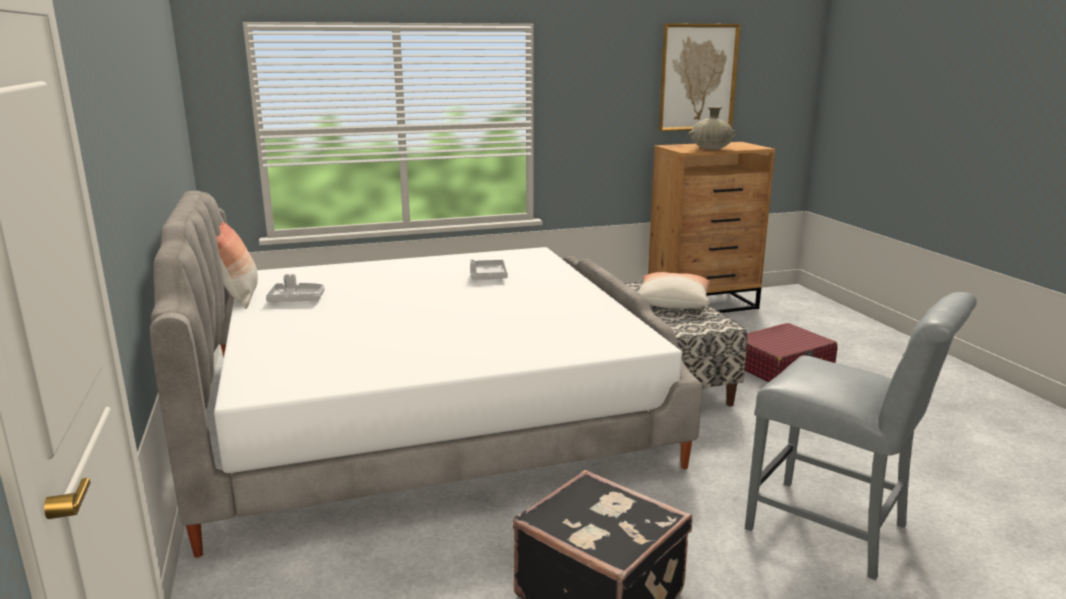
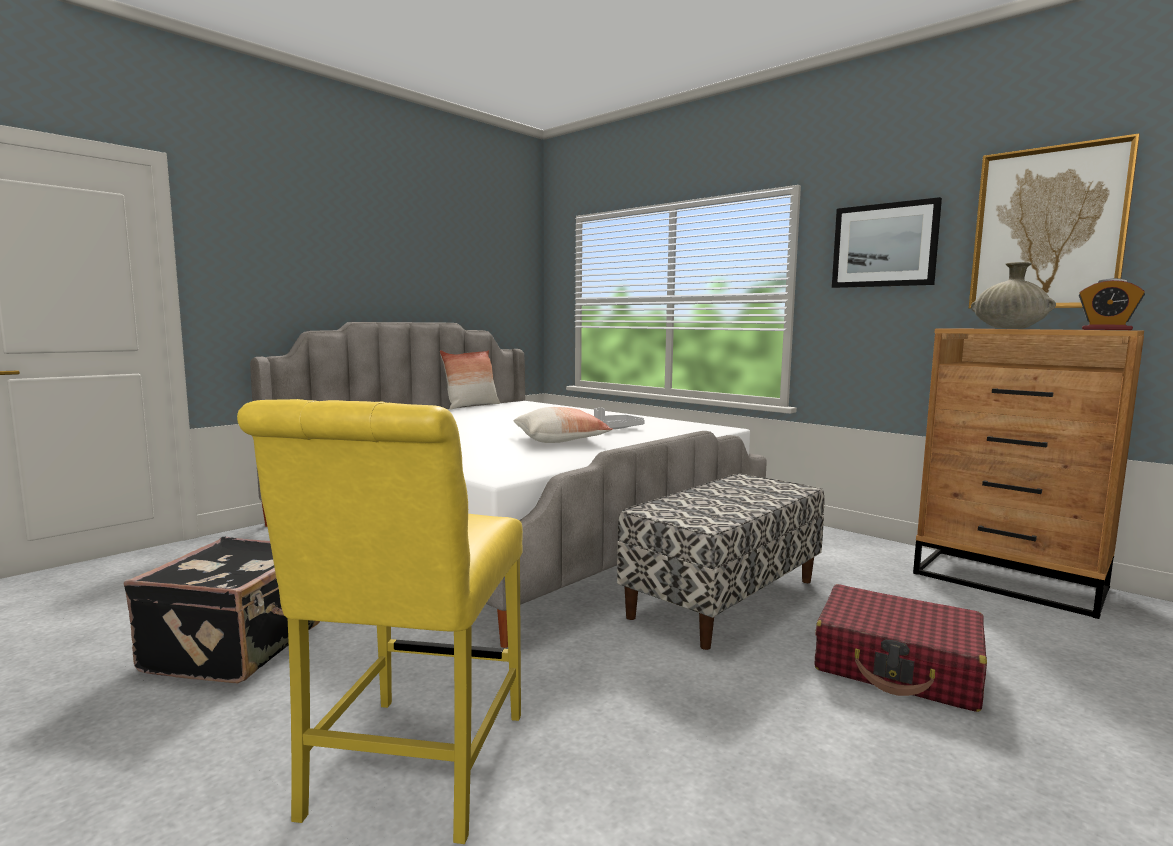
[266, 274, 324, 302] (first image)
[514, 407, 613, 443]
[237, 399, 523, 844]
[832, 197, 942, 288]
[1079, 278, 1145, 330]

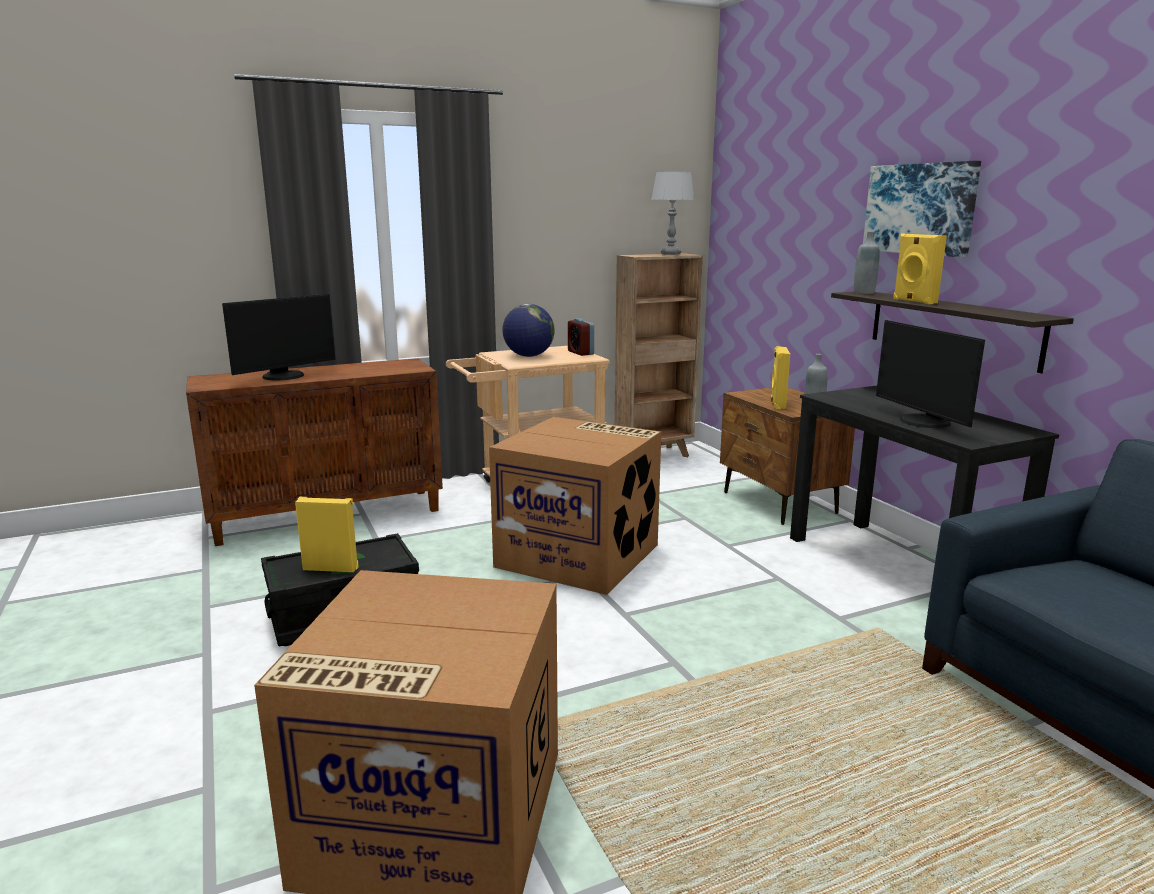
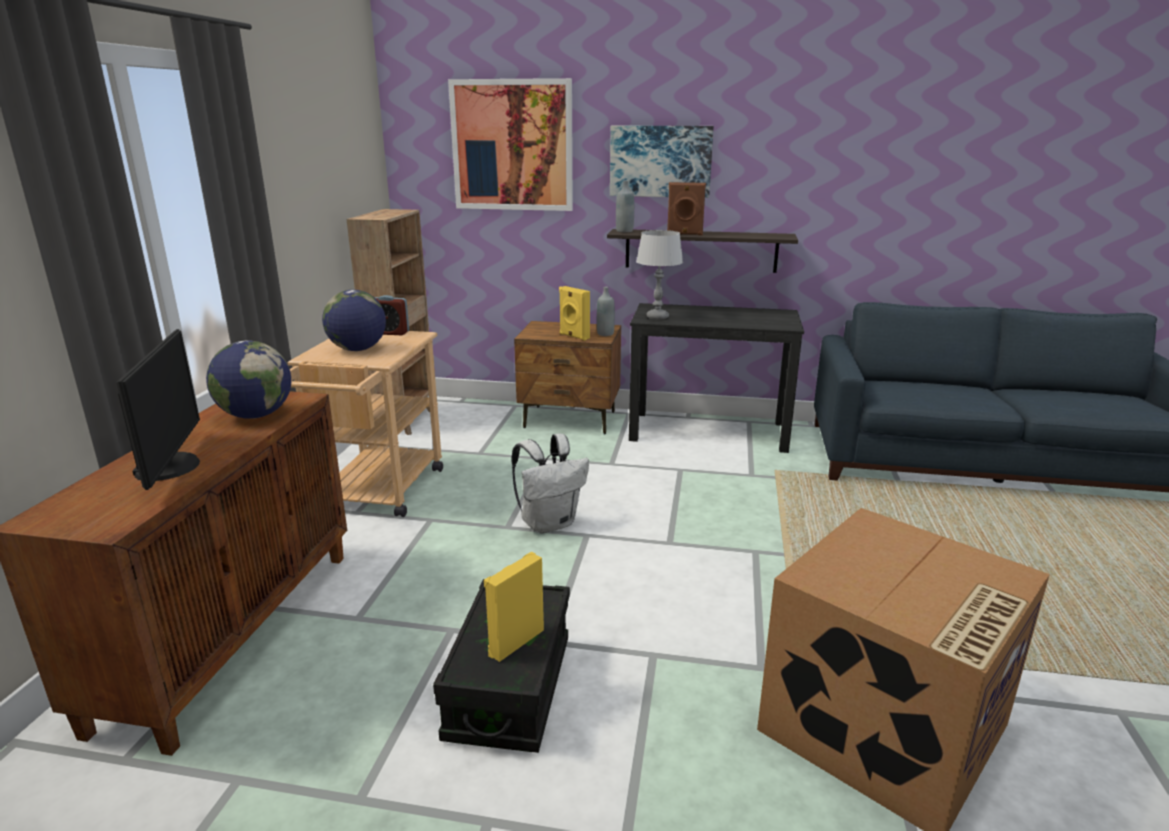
[512, 433, 589, 534]
[636, 230, 683, 320]
[876, 320, 985, 428] (first image)
[667, 182, 706, 235]
[206, 340, 291, 419]
[448, 78, 573, 211]

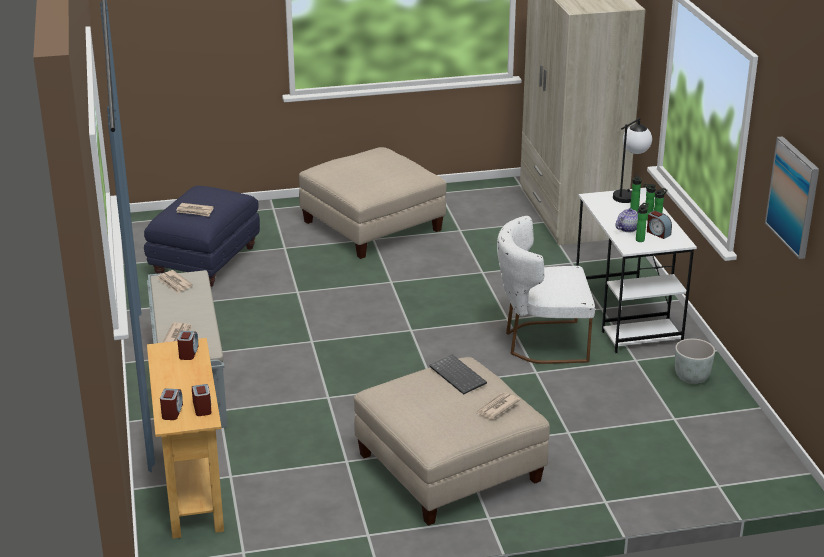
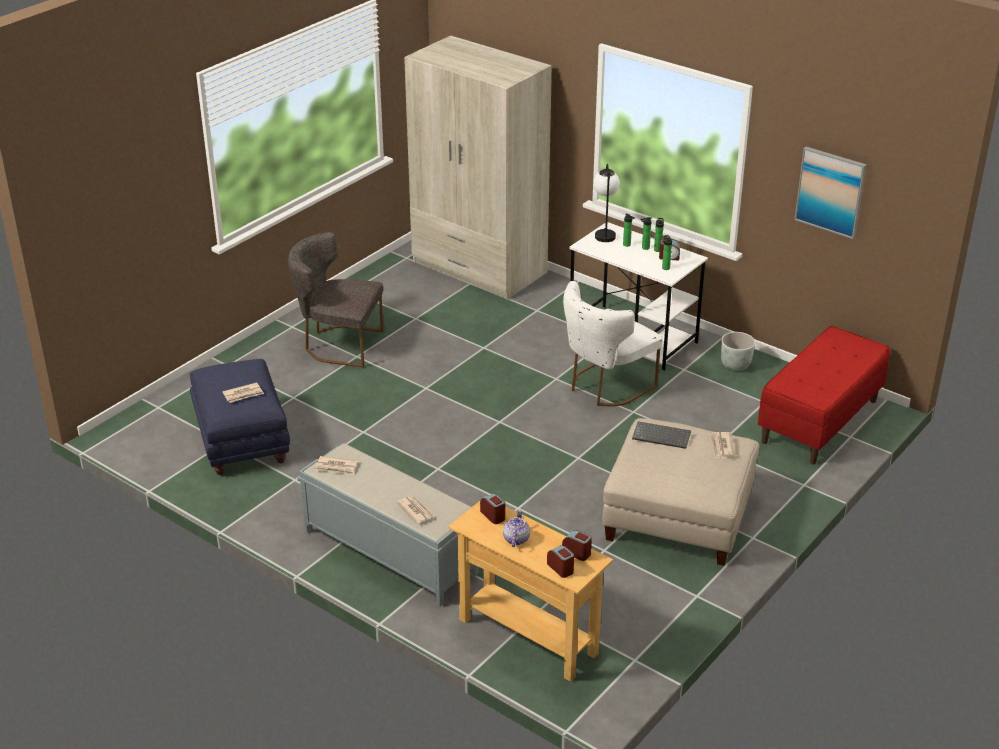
[288, 232, 384, 367]
[503, 510, 530, 547]
[758, 326, 890, 464]

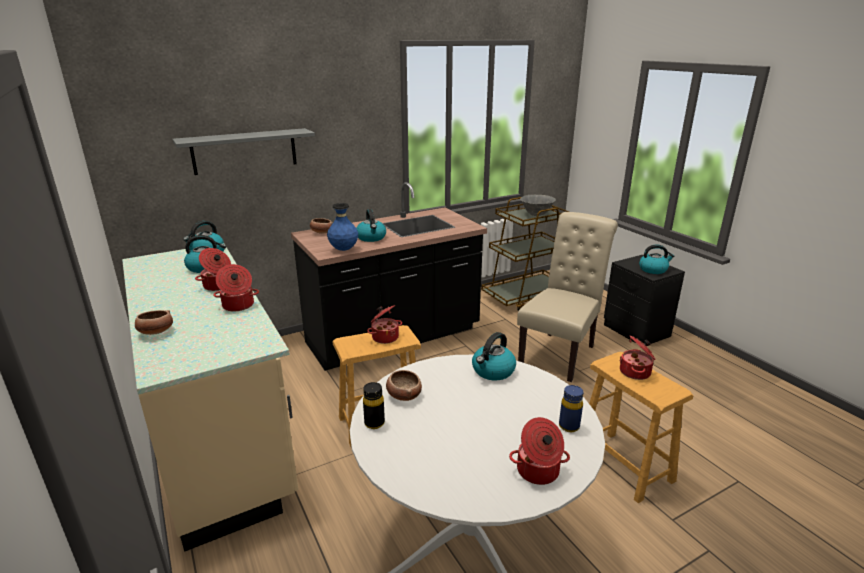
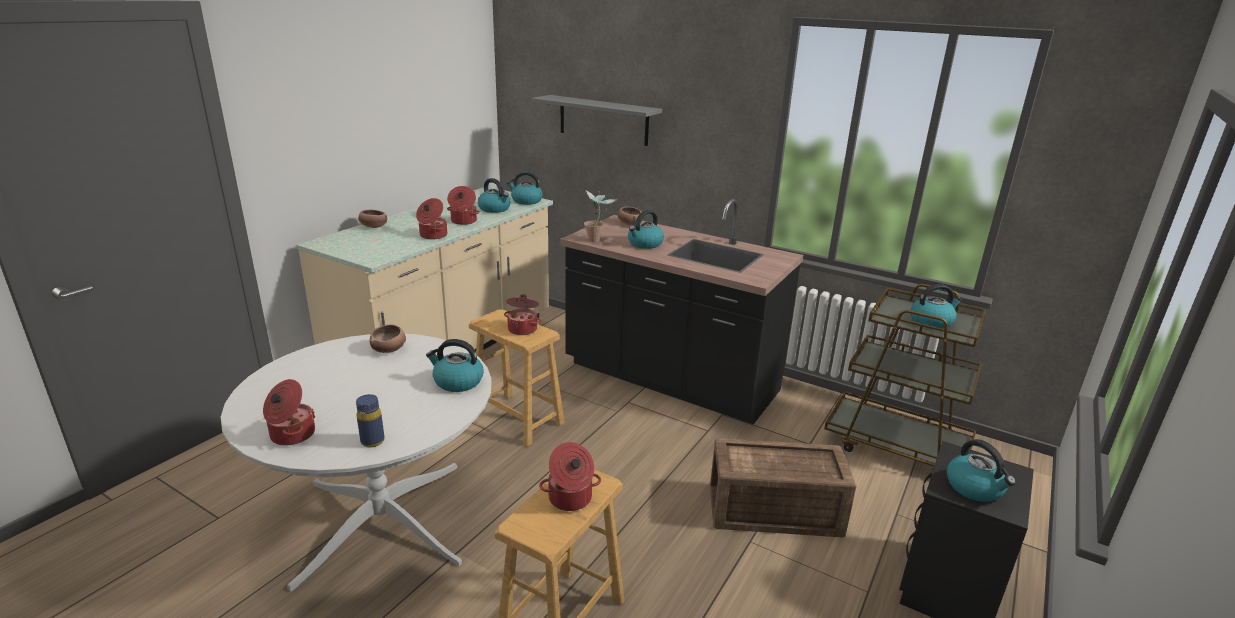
[584, 190, 617, 242]
[363, 382, 385, 429] (first image)
[710, 438, 856, 537]
[911, 284, 962, 329]

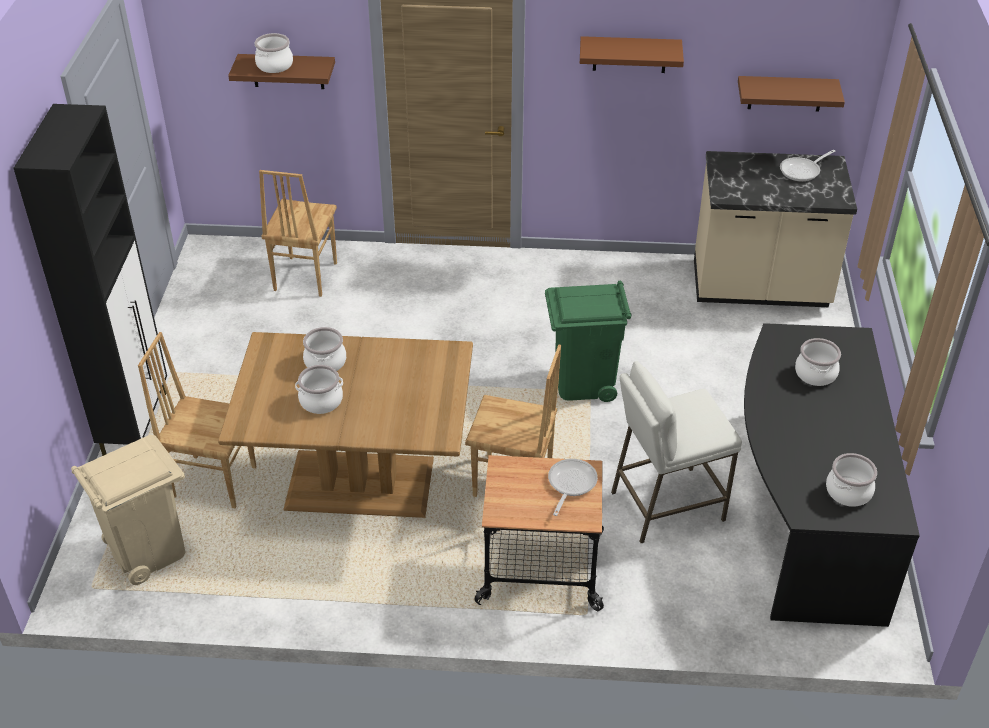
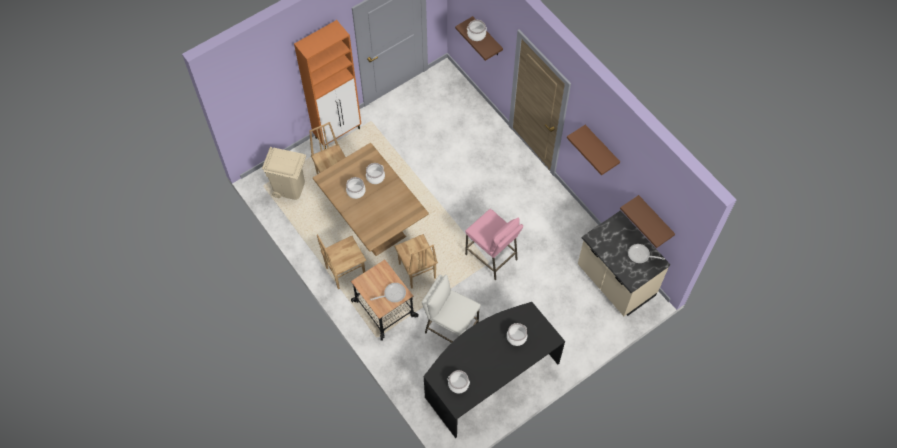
[294, 20, 361, 149]
[317, 234, 366, 290]
[465, 209, 523, 280]

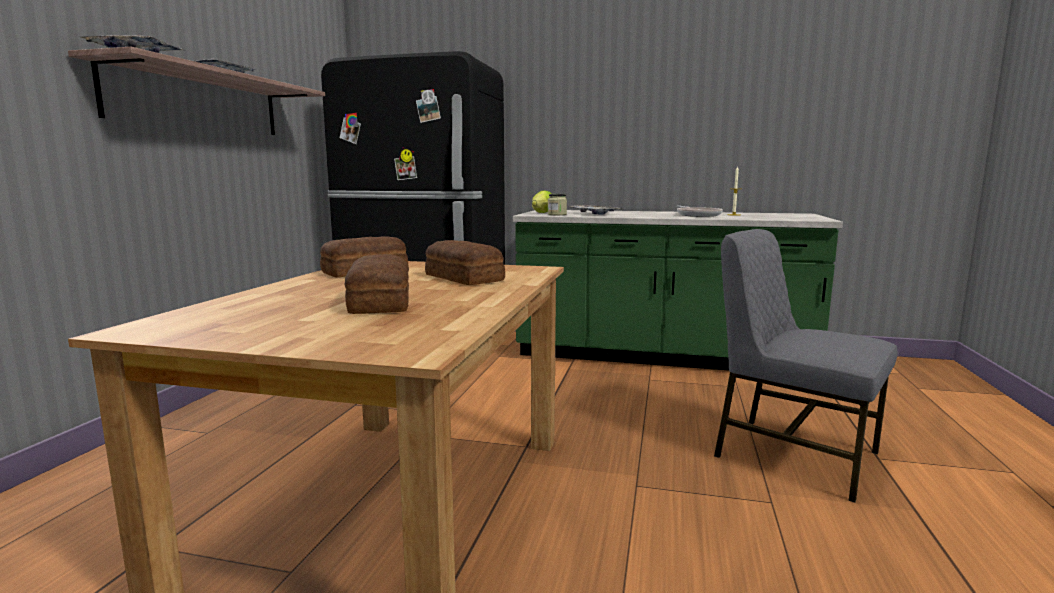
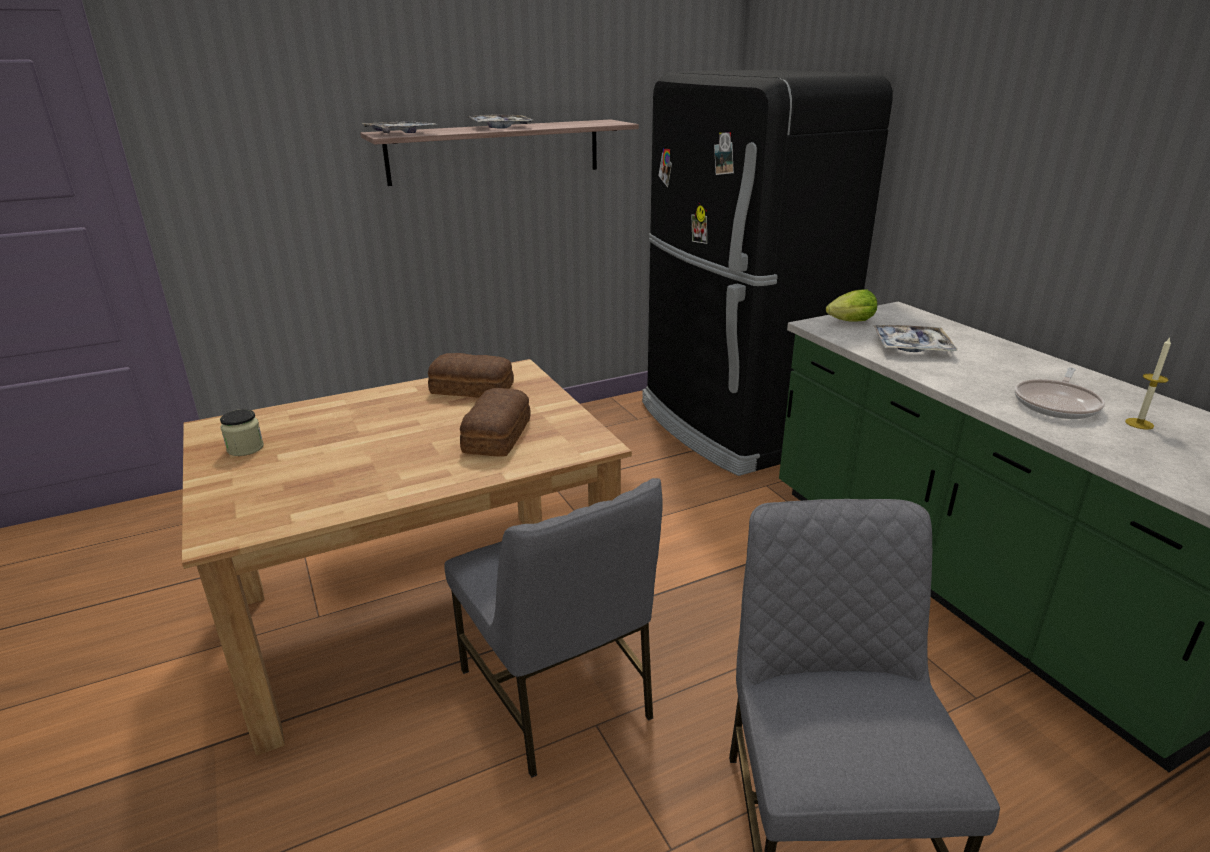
[345, 254, 409, 314] (first image)
[220, 409, 264, 456]
[445, 478, 663, 778]

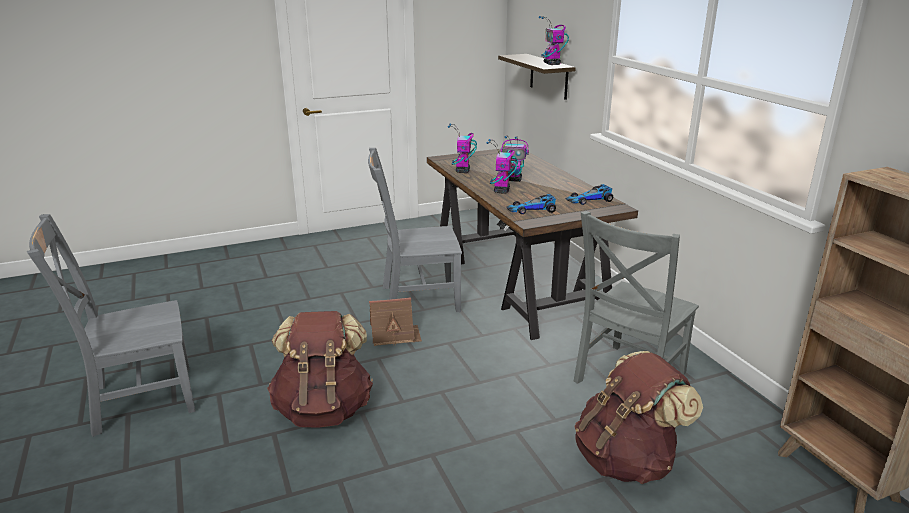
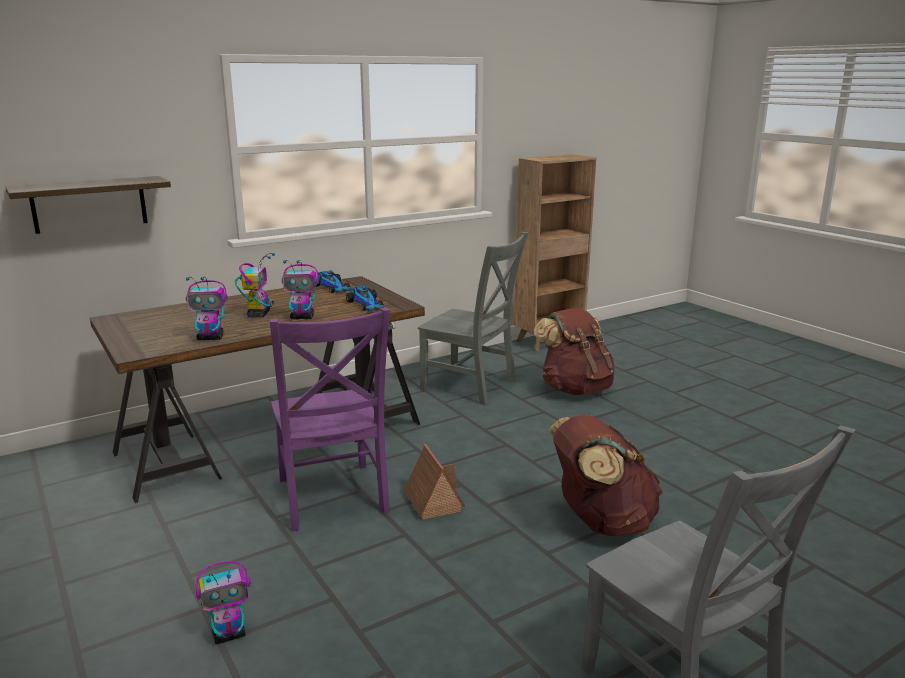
[270, 307, 390, 531]
[196, 561, 251, 644]

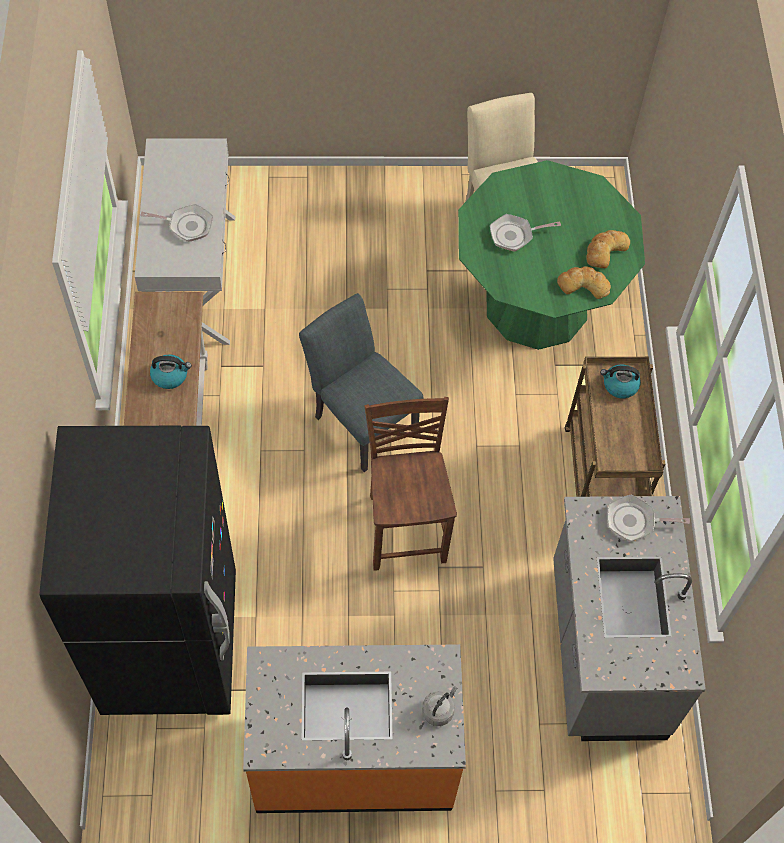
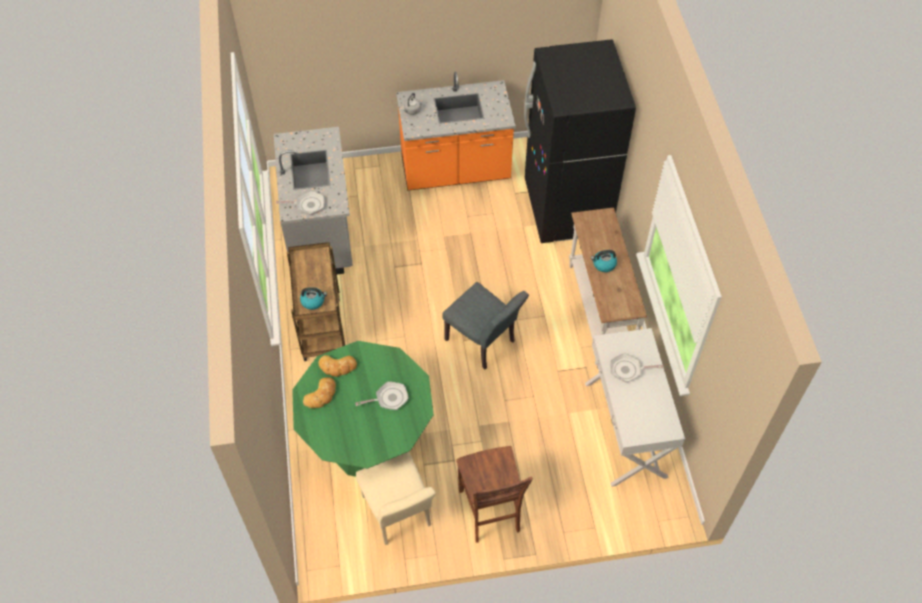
[456, 446, 533, 543]

